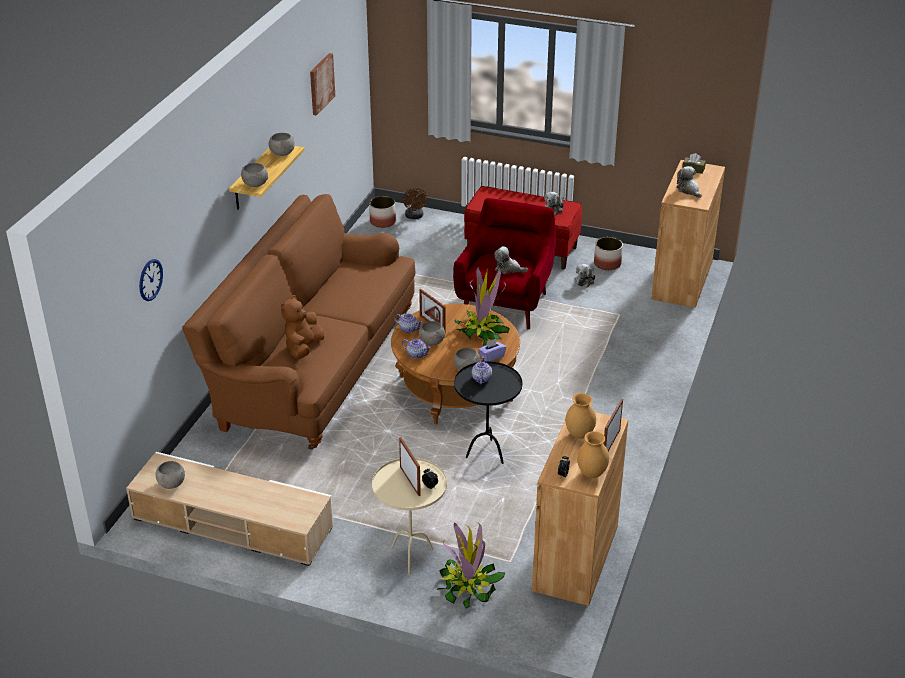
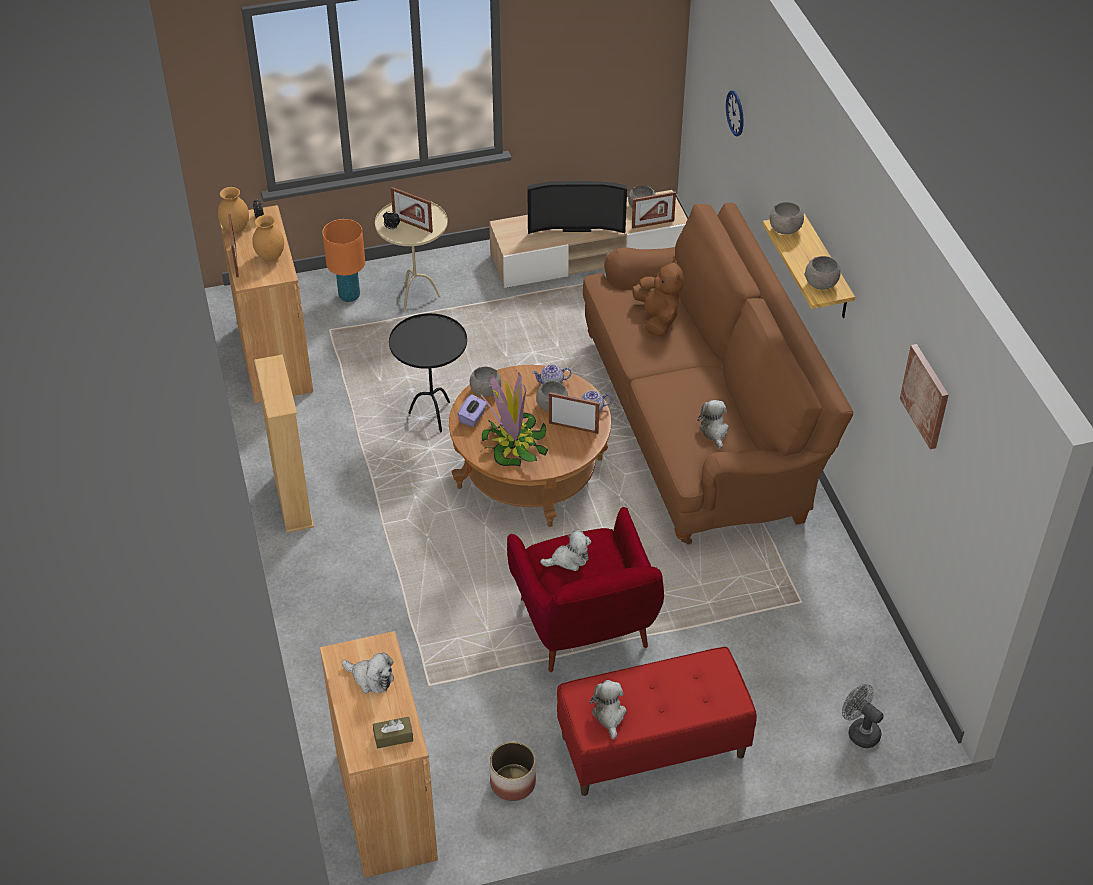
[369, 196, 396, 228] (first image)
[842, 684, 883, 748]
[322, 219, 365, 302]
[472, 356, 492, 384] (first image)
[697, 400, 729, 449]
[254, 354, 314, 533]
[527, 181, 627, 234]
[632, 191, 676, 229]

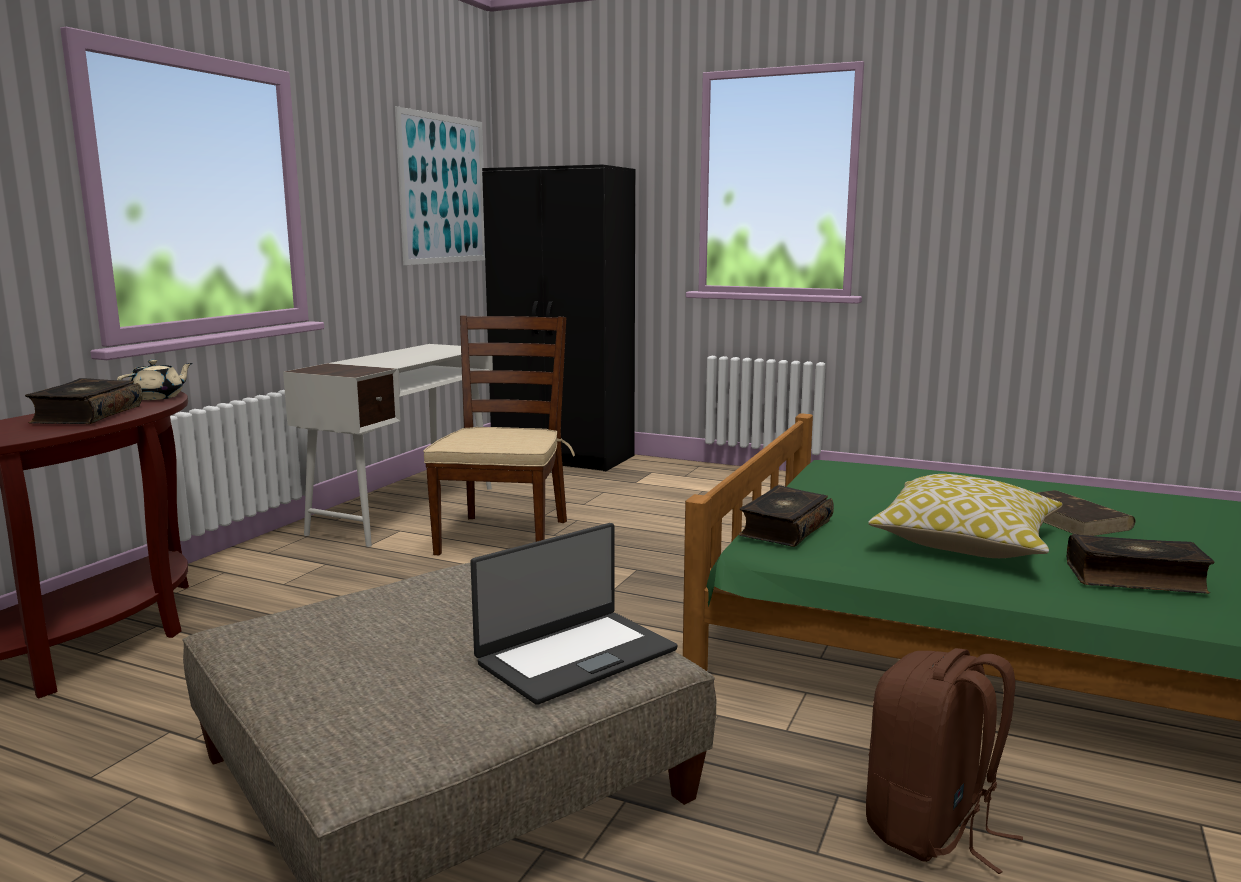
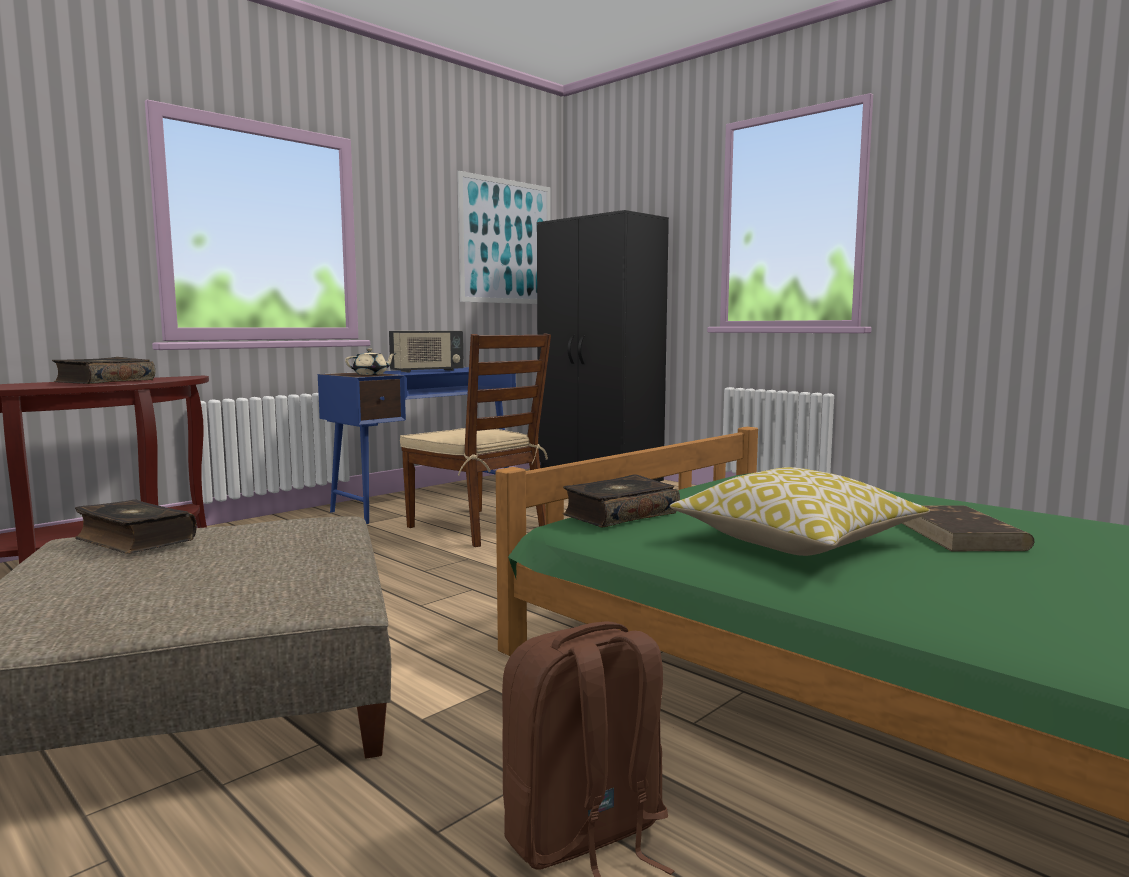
[345, 348, 396, 375]
[318, 367, 516, 524]
[400, 334, 551, 547]
[470, 523, 678, 705] (first image)
[75, 500, 197, 554]
[389, 331, 464, 373]

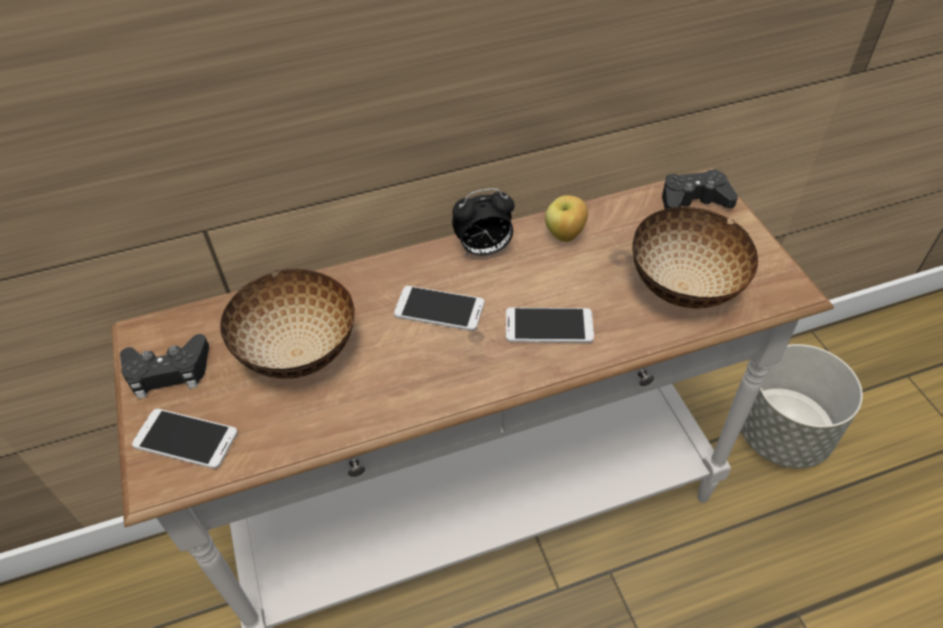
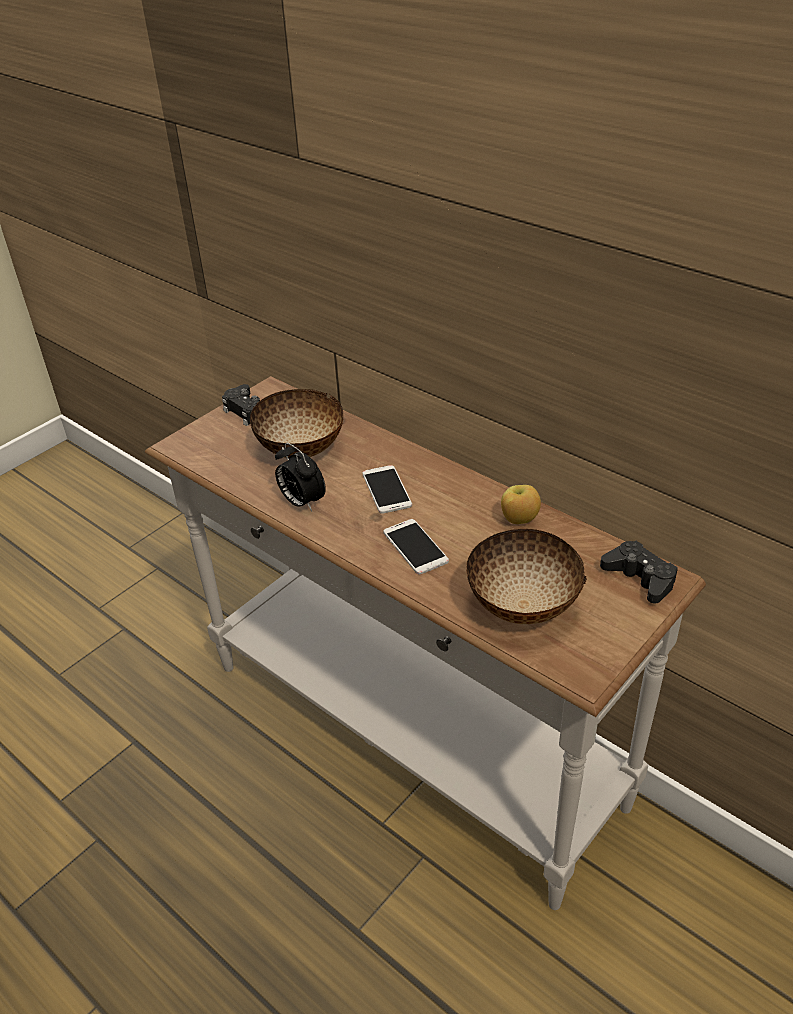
[132, 409, 238, 469] (first image)
[275, 443, 326, 511]
[741, 344, 863, 468] (first image)

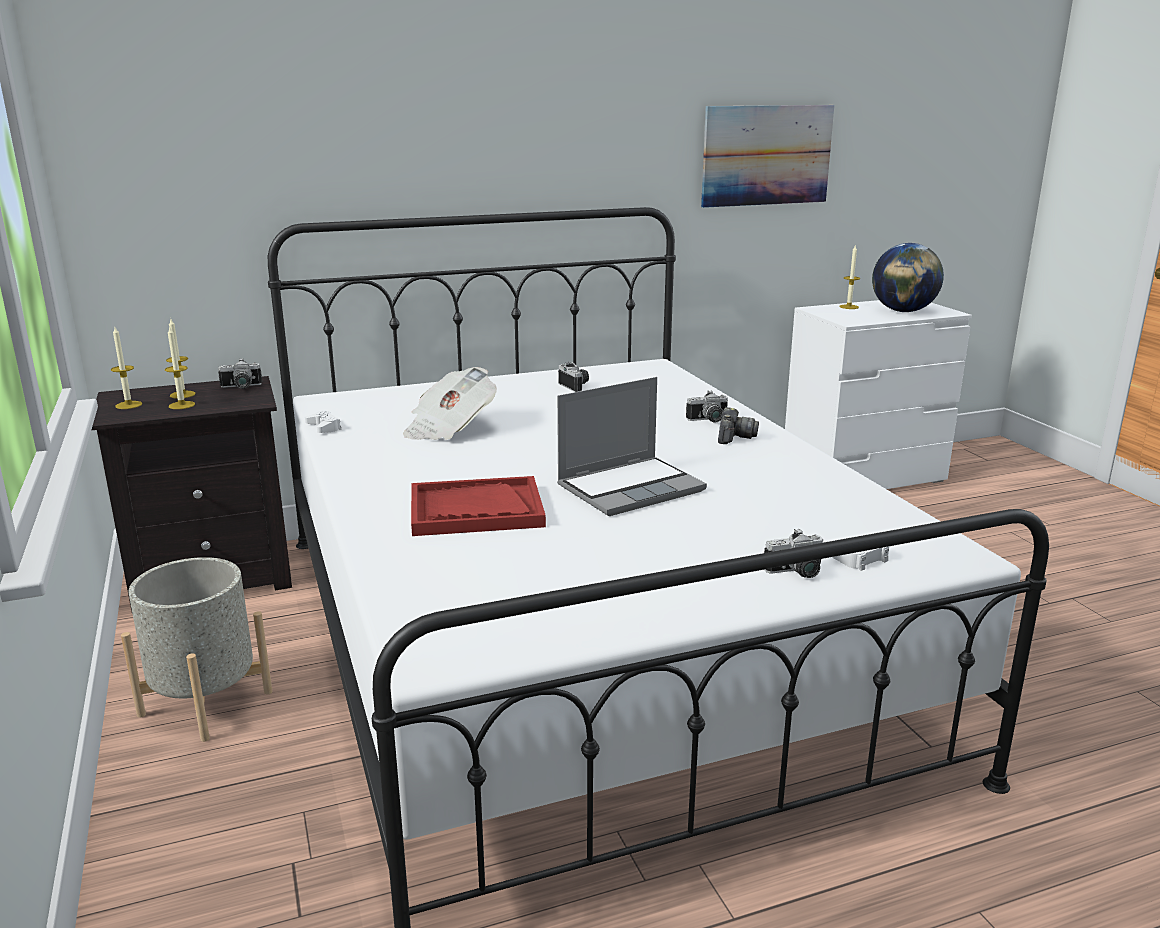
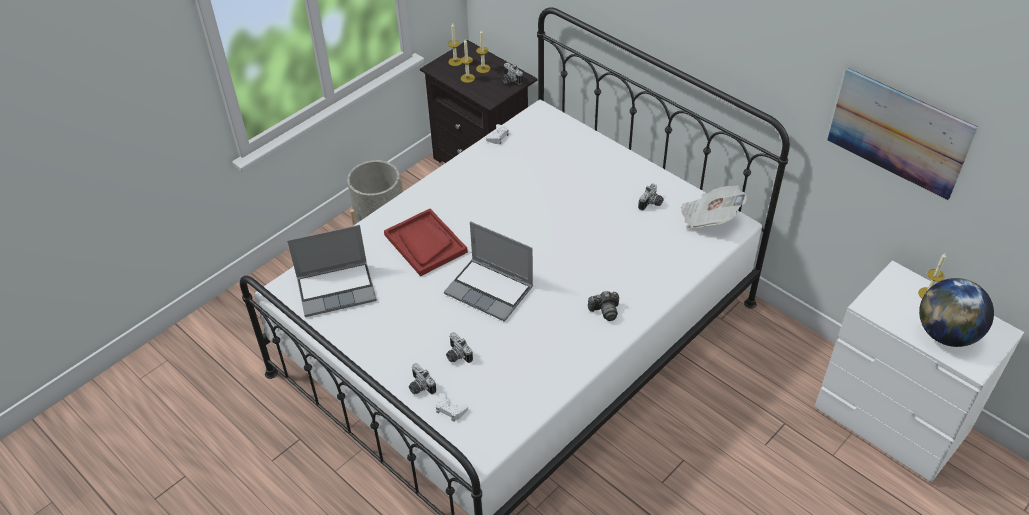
[681, 185, 747, 228]
[446, 332, 473, 363]
[287, 225, 377, 317]

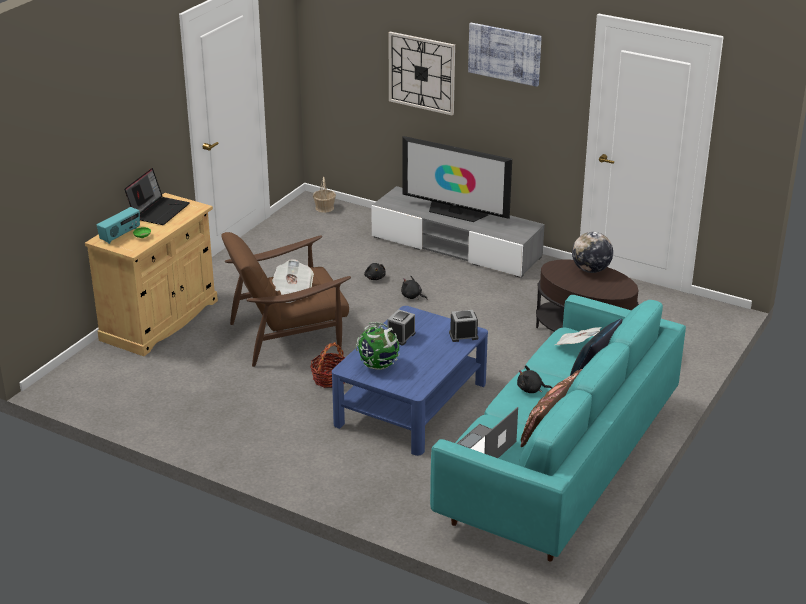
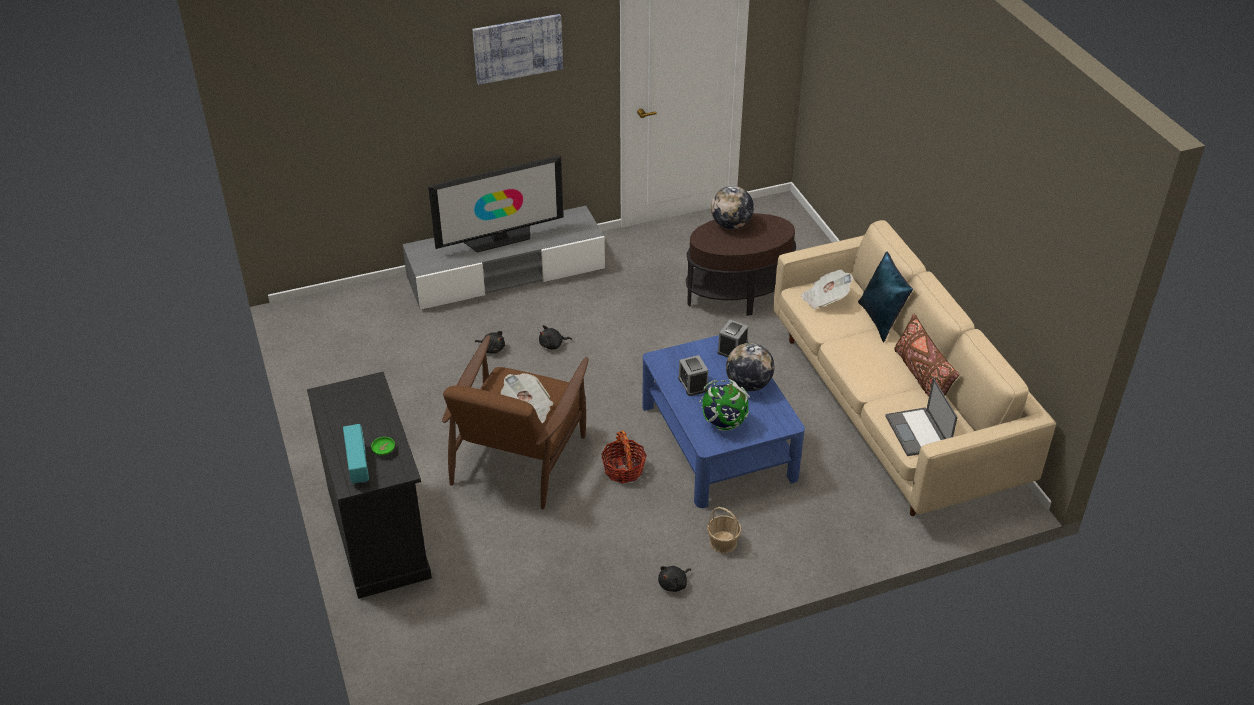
[307, 372, 432, 599]
[124, 168, 189, 225] (first image)
[707, 507, 741, 554]
[388, 32, 455, 115] (first image)
[773, 220, 1056, 516]
[658, 566, 691, 592]
[726, 343, 775, 391]

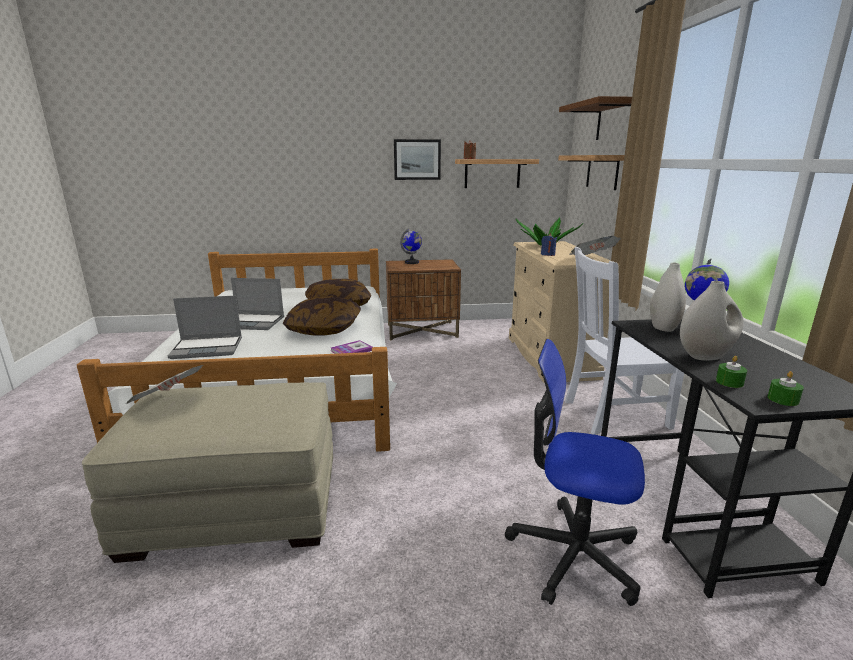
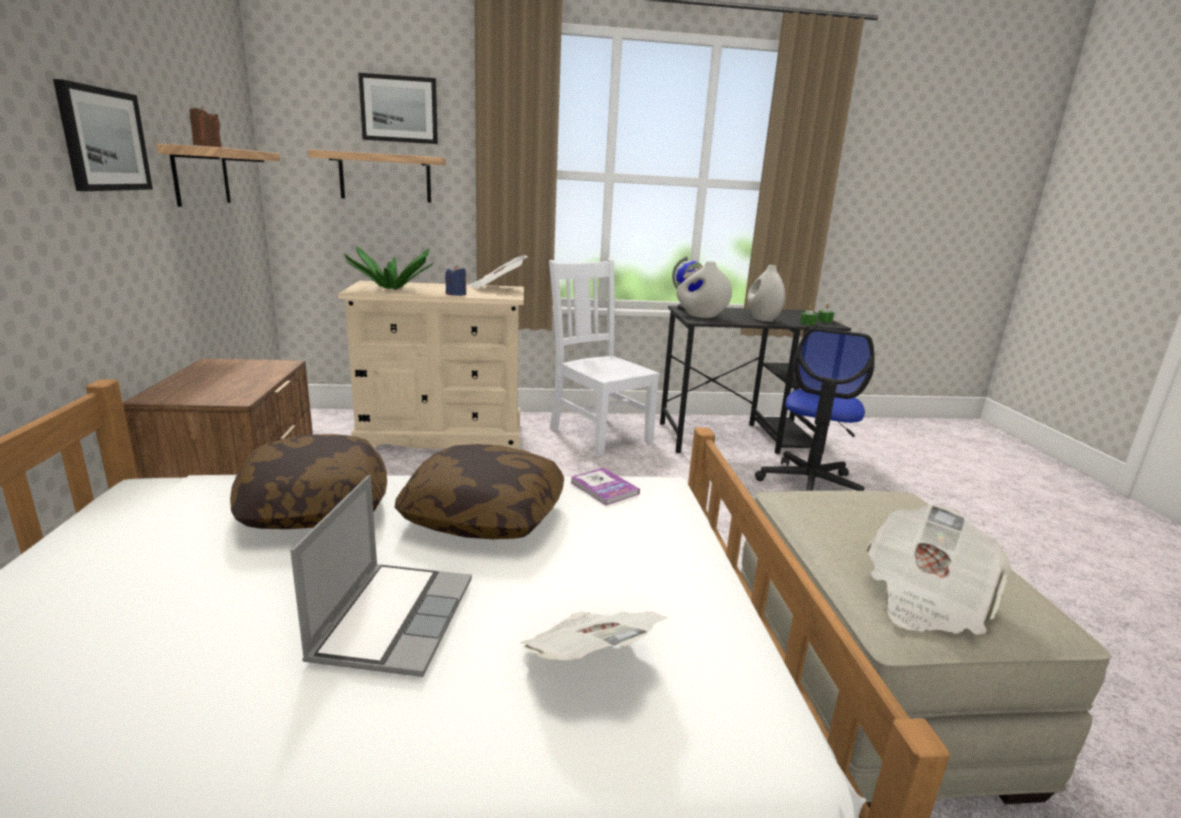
[520, 612, 668, 660]
[400, 229, 422, 264] (first image)
[358, 73, 438, 144]
[549, 258, 660, 456]

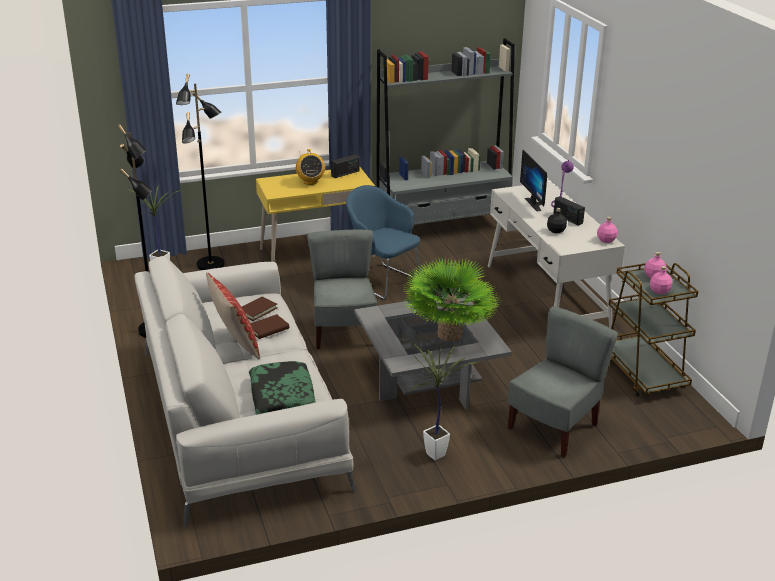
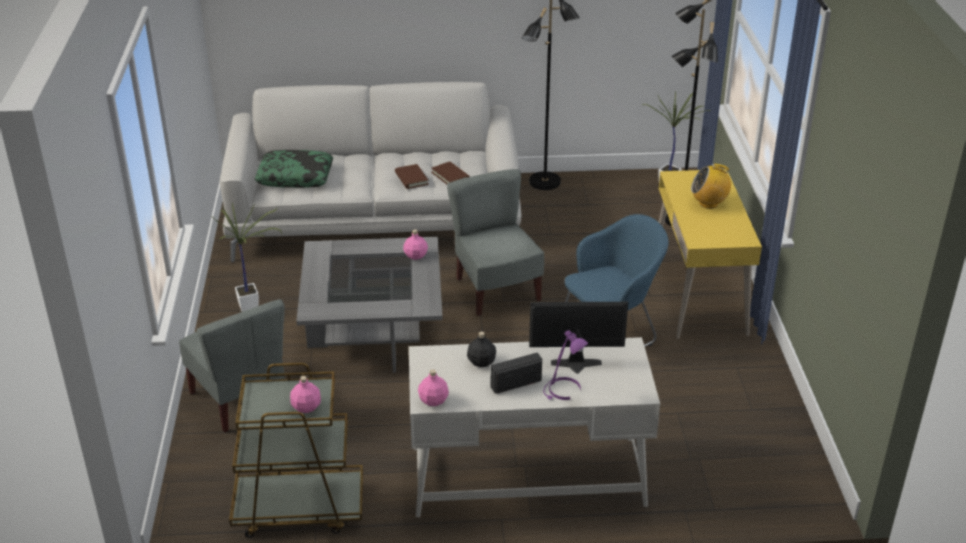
[206, 272, 260, 359] (first image)
[447, 169, 544, 316]
[331, 154, 360, 178] (first image)
[376, 38, 515, 225] (first image)
[403, 257, 501, 341] (first image)
[403, 229, 428, 260]

